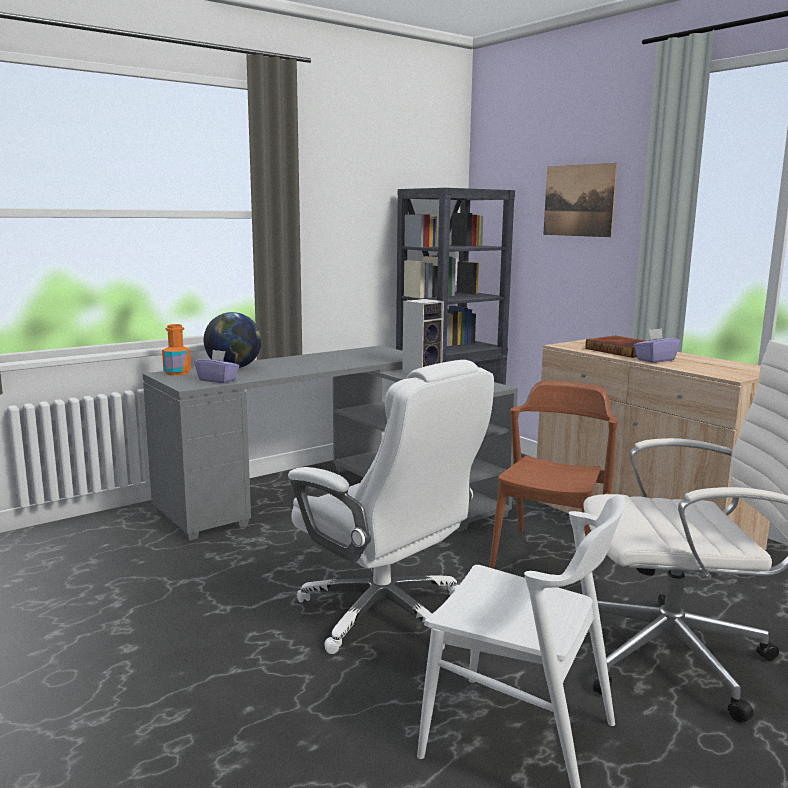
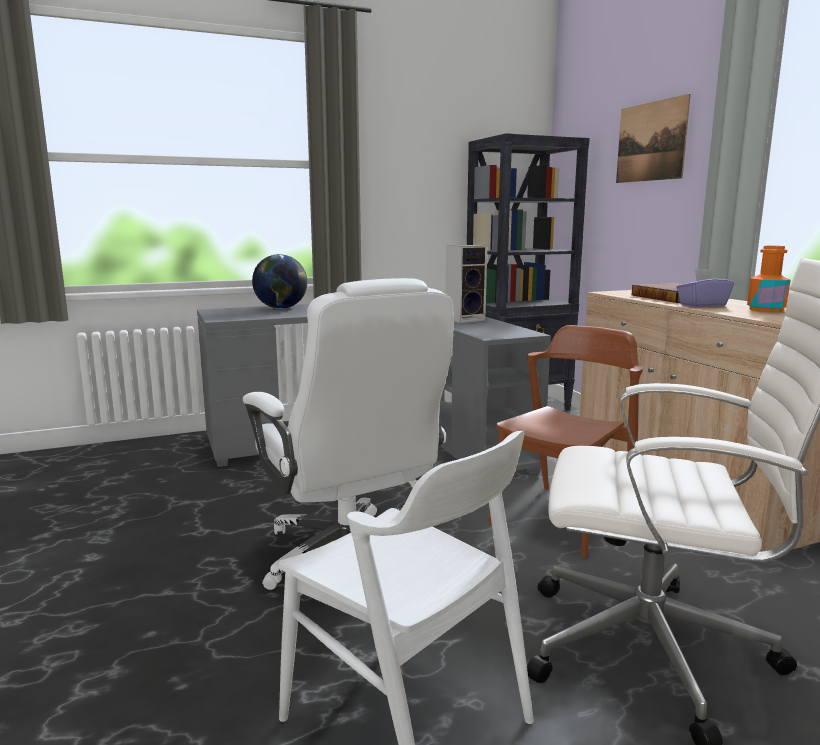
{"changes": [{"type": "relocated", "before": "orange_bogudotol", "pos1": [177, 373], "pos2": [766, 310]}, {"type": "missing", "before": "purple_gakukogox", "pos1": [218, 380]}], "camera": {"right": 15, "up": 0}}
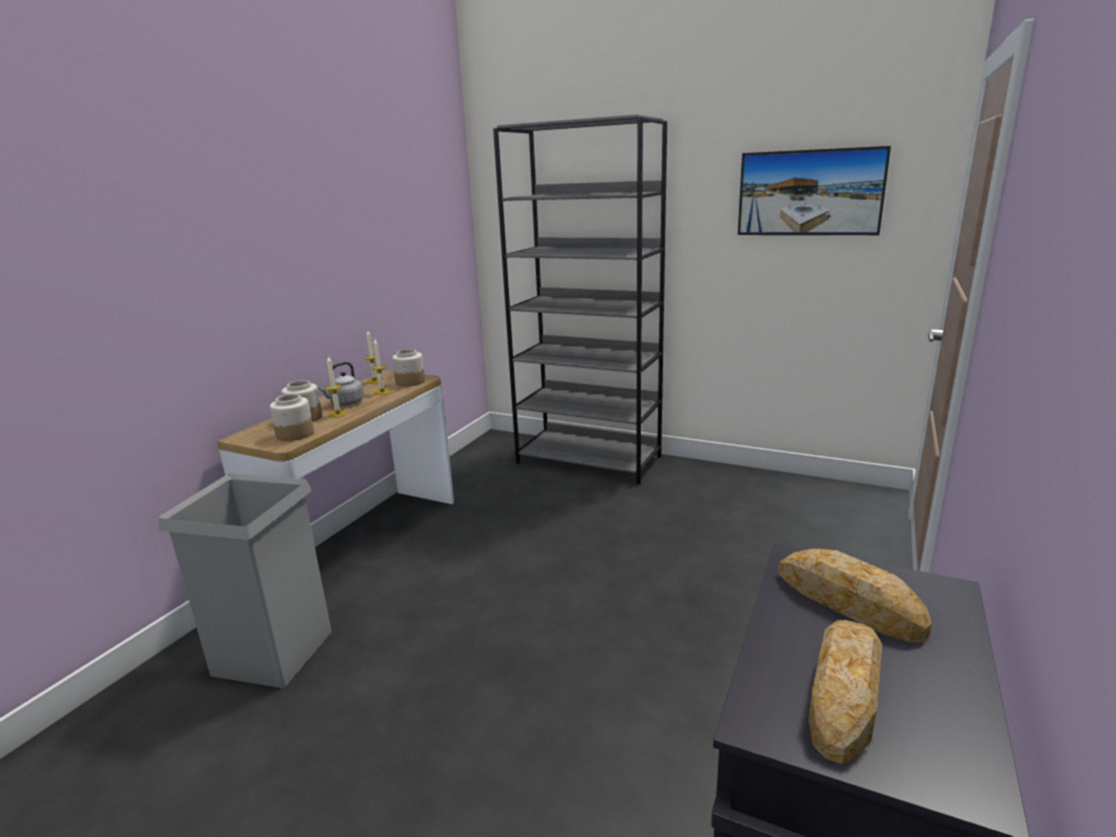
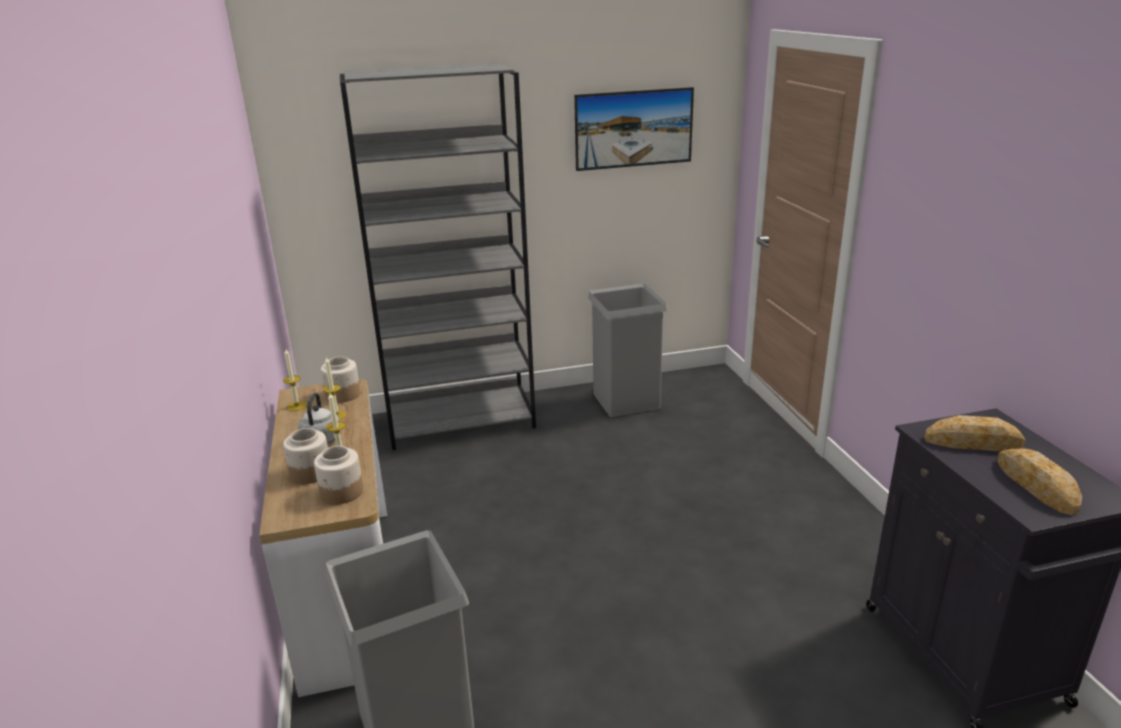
{"changes": [{"type": "appeared", "after": "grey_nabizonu", "pos2": [626, 400]}], "camera": {"right": -40, "up": 5}}
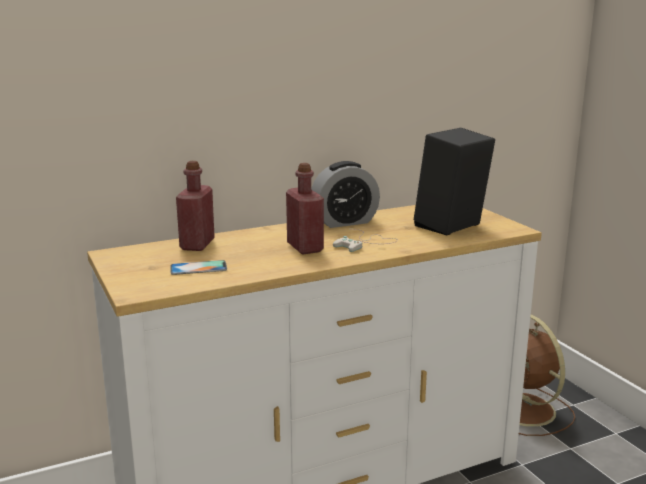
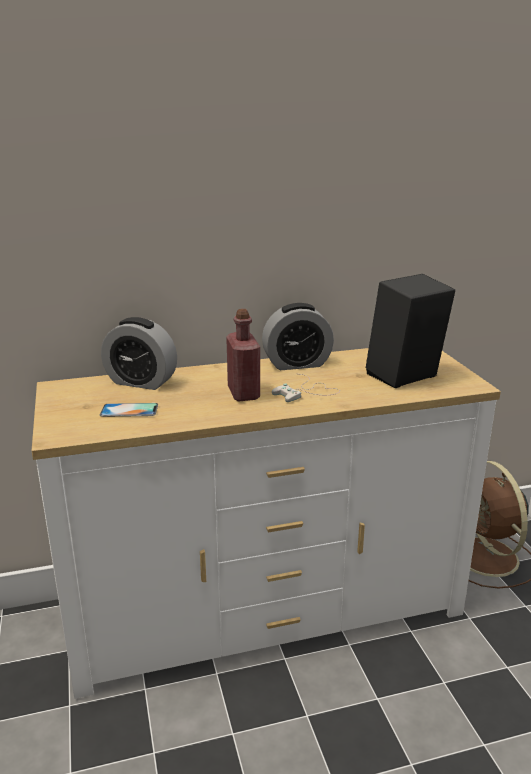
{"changes": [{"type": "exchanged", "before": "red_bogudotol", "after": "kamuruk", "pos1": [197, 245], "pos2": [141, 382]}], "camera": {"right": 10, "up": 5}}
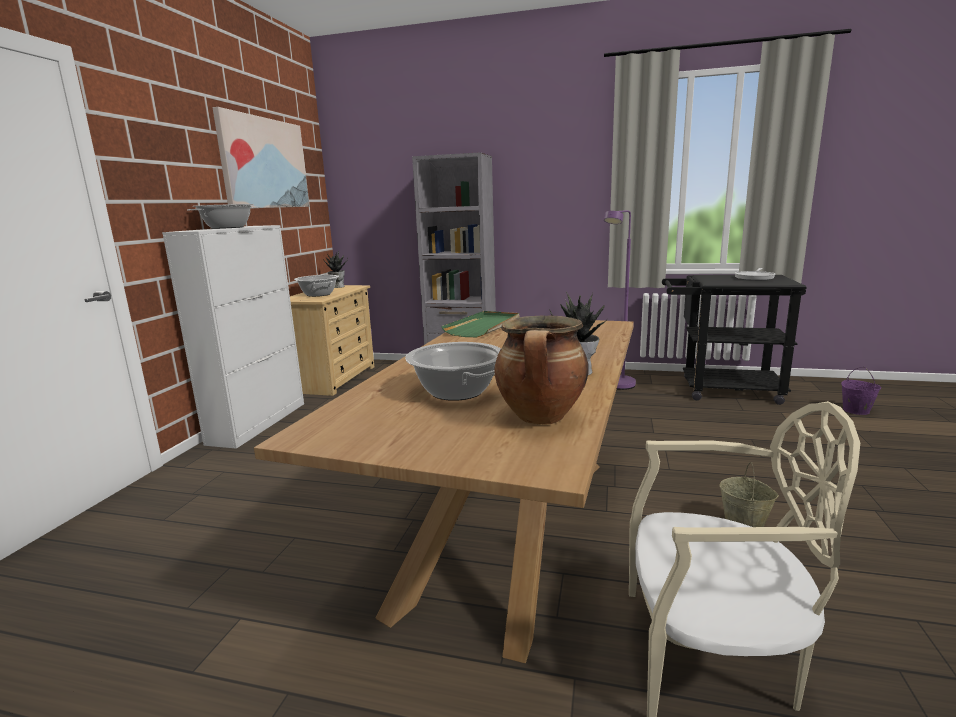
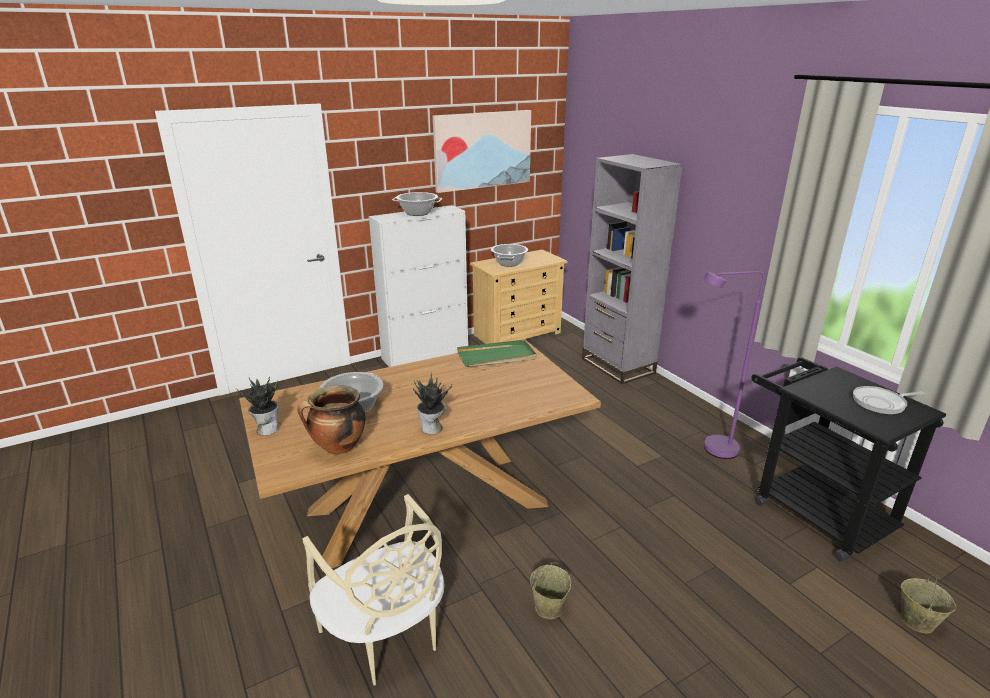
{"changes": [{"type": "relocated", "before": "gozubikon", "pos1": [337, 287], "pos2": [267, 429]}, {"type": "colour", "before": "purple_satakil", "after": "beige_satakil", "pos1": [855, 410], "pos2": [916, 621]}], "camera": {"right": 45, "up": 10}}
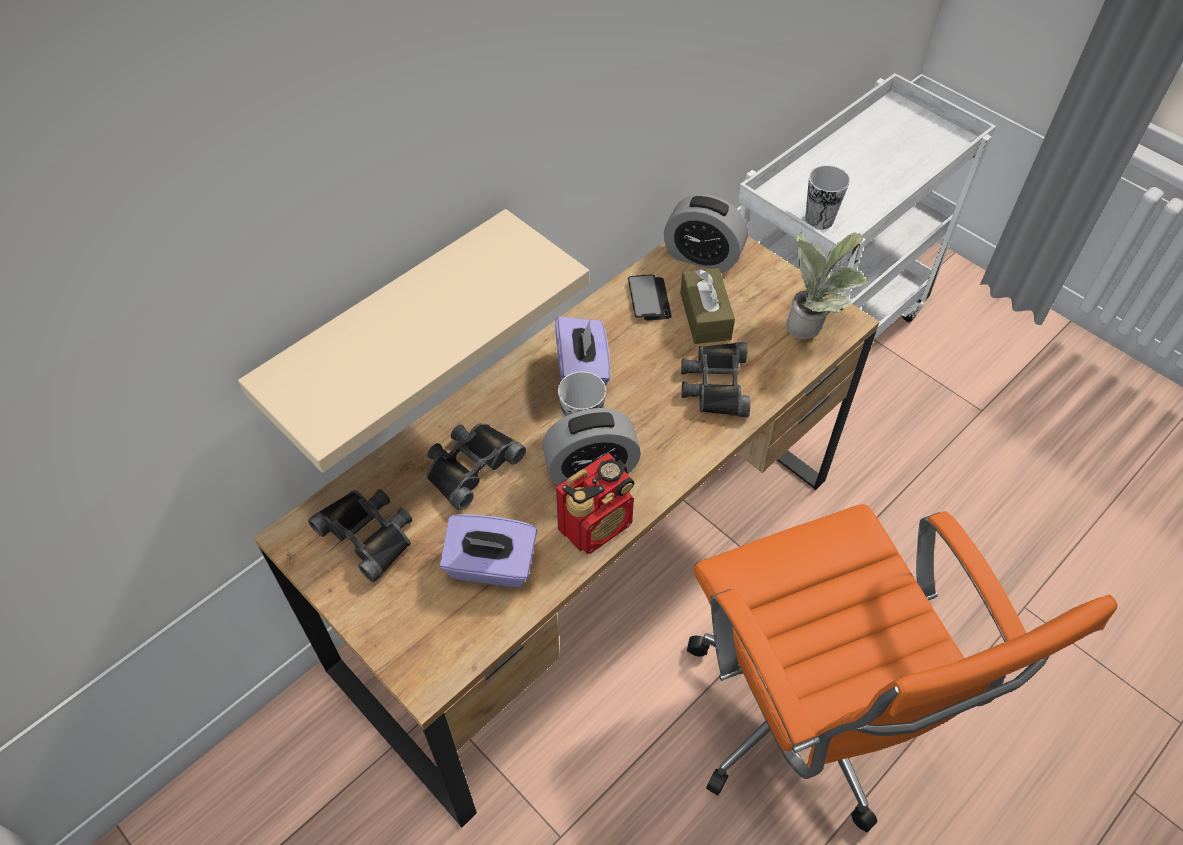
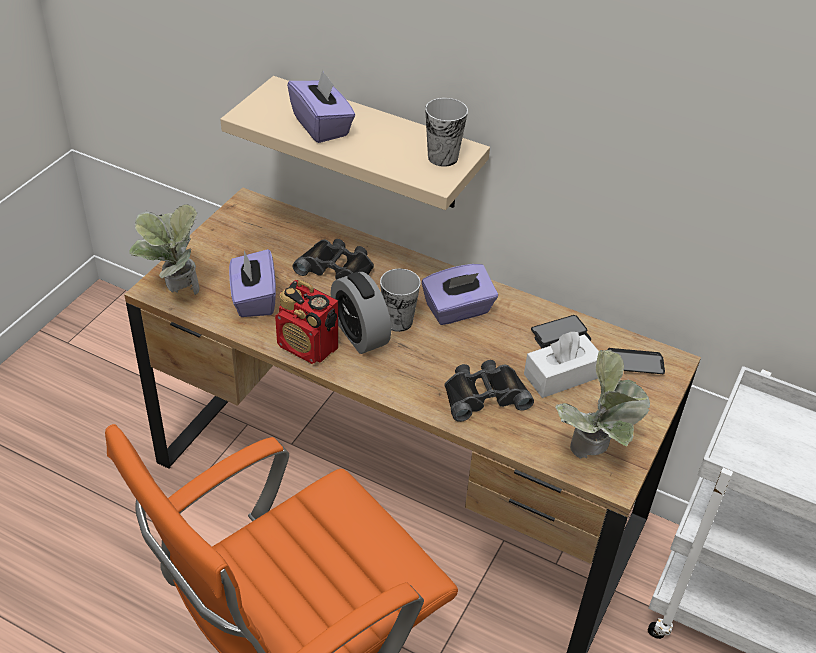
{"changes": [{"type": "relocated", "before": "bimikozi", "pos1": [819, 219], "pos2": [442, 157]}, {"type": "exchanged", "before": "kamuruk", "after": "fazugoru", "pos1": [702, 257], "pos2": [635, 362]}, {"type": "colour", "before": "brown_gakukogox", "after": "white_gakukogox", "pos1": [705, 316], "pos2": [561, 376]}, {"type": "missing", "before": "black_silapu", "pos1": [369, 533]}, {"type": "appeared", "after": "purple_gakukogox", "pos2": [321, 126]}, {"type": "appeared", "after": "gozubikon", "pos2": [175, 292]}], "camera": {"right": 70, "up": -10}}
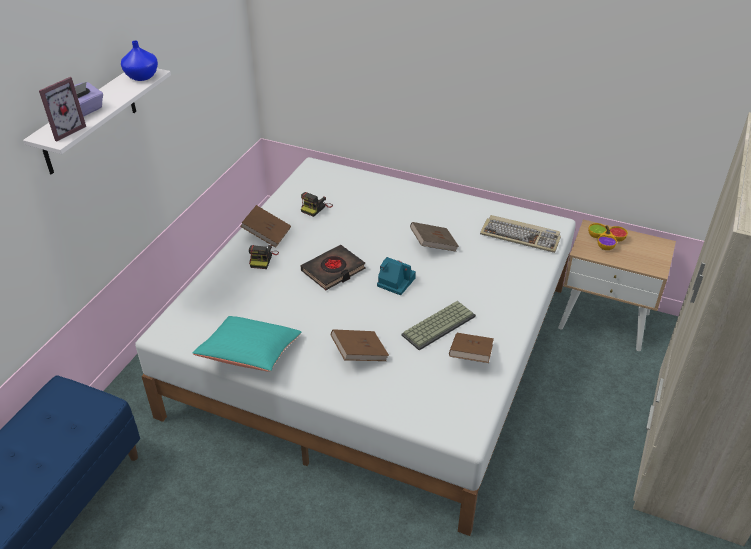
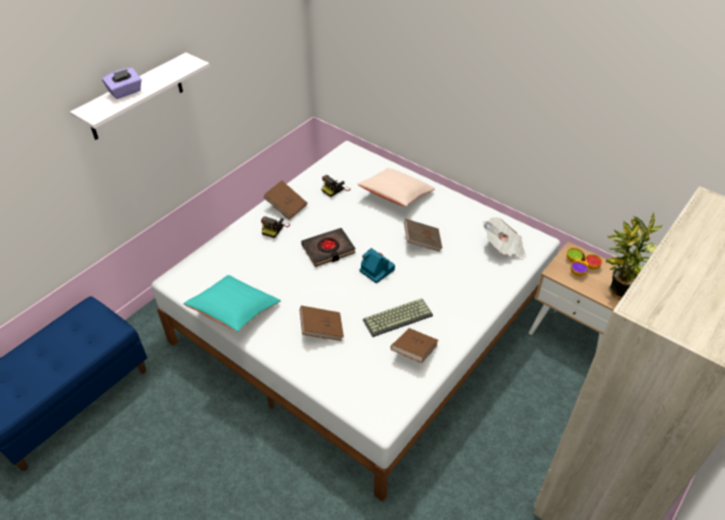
{"changes": [{"type": "missing", "before": "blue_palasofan", "pos1": [142, 76]}, {"type": "missing", "before": "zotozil", "pos1": [65, 131]}, {"type": "exchanged", "before": "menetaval", "after": "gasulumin", "pos1": [521, 236], "pos2": [503, 247]}, {"type": "appeared", "after": "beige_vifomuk", "pos2": [396, 195]}, {"type": "appeared", "after": "gozubikon", "pos2": [617, 292]}], "camera": {"right": 15, "up": 5}}
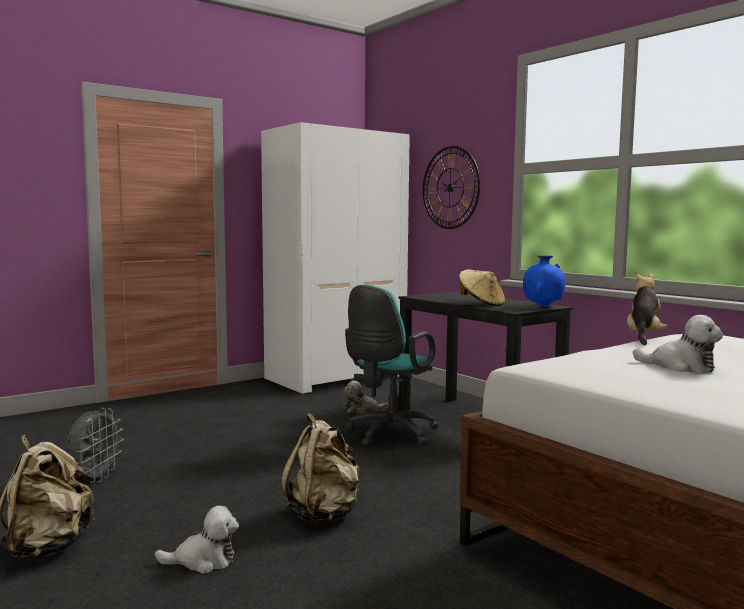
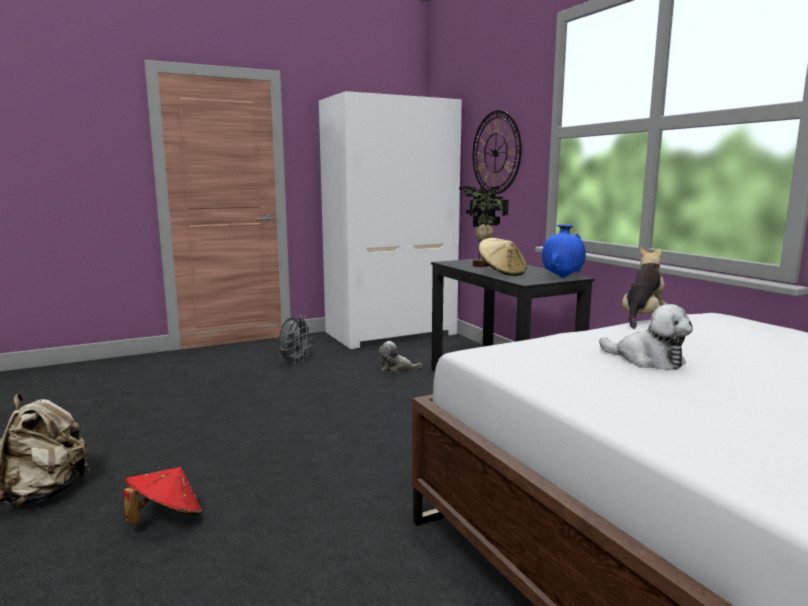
{"changes": [{"type": "missing", "before": "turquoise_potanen", "pos1": [388, 435]}, {"type": "relocated", "before": "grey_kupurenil", "pos1": [94, 479], "pos2": [295, 361]}, {"type": "missing", "before": "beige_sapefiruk", "pos1": [324, 514]}, {"type": "exchanged", "before": "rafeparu", "after": "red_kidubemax", "pos1": [203, 560], "pos2": [166, 519]}, {"type": "appeared", "after": "gozubikon", "pos2": [482, 265]}], "camera": {"right": 10, "up": 5}}
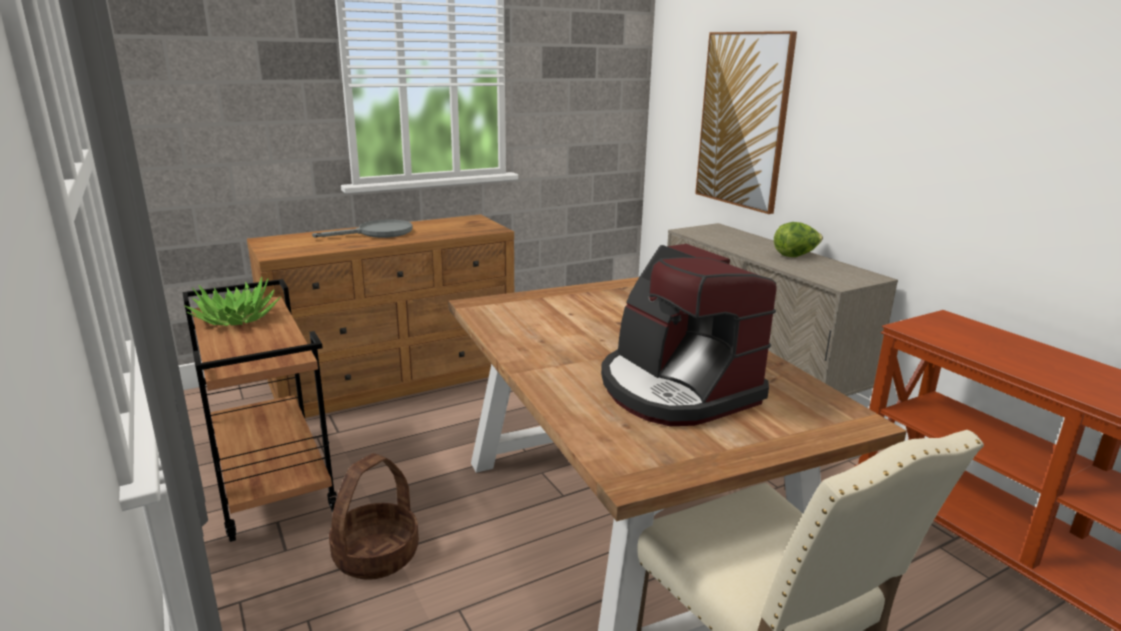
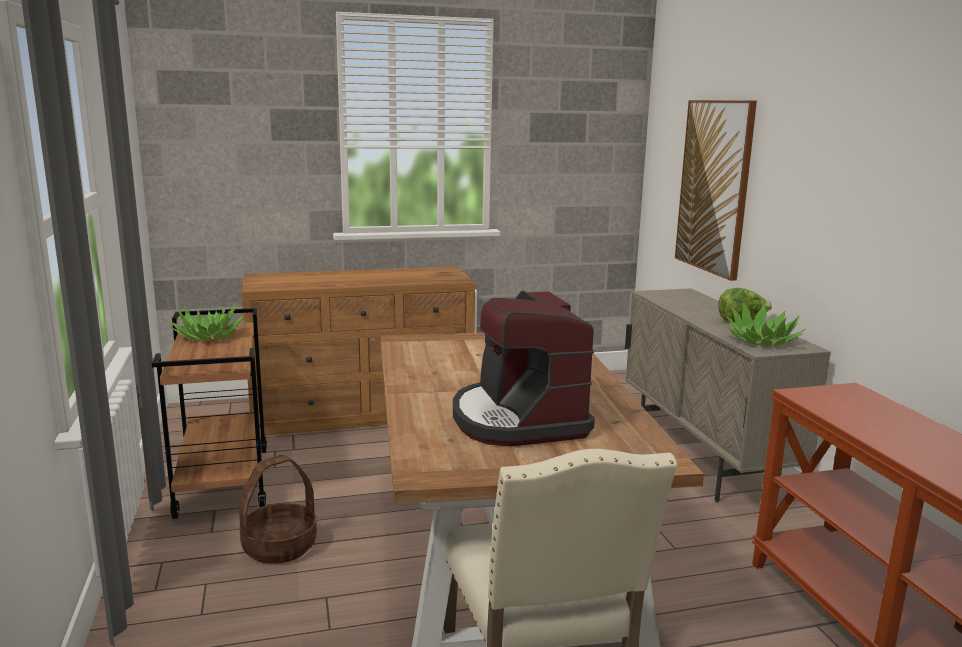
{"changes": [{"type": "missing", "before": "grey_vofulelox", "pos1": [378, 233]}, {"type": "appeared", "after": "gozubikon", "pos2": [761, 341]}], "camera": {"right": 15, "up": -5}}
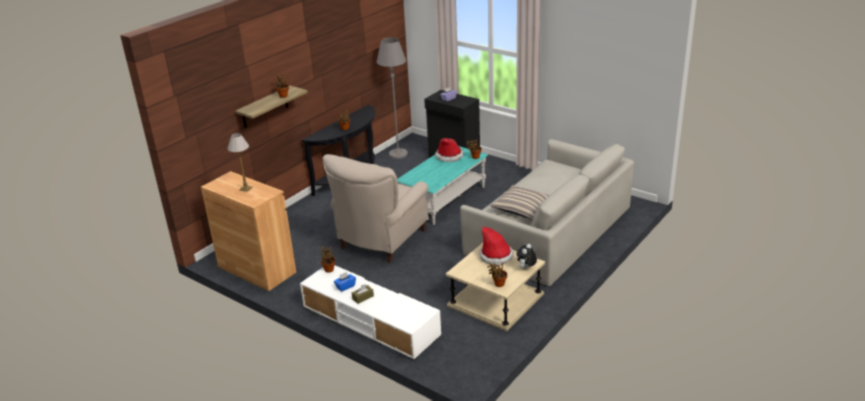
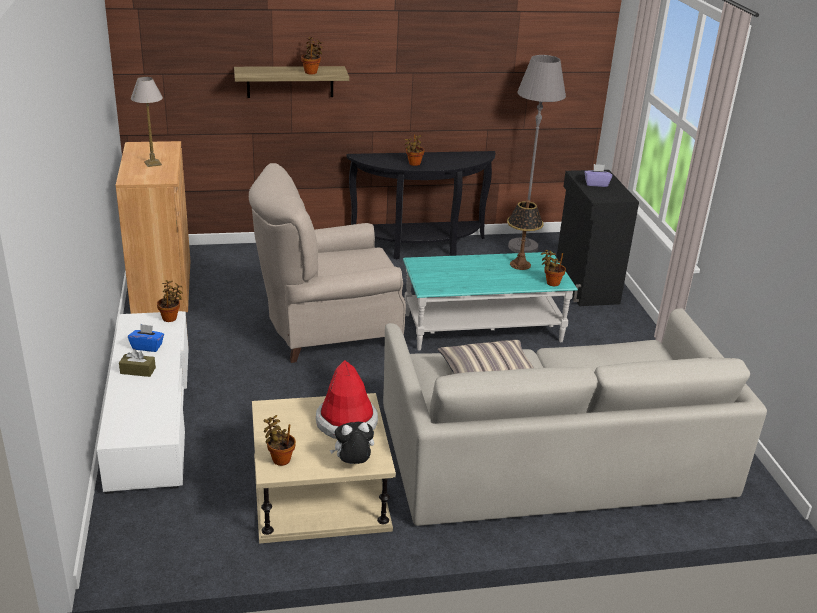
{"changes": [{"type": "exchanged", "before": "kidubemax", "after": "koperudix", "pos1": [449, 156], "pos2": [520, 265]}], "camera": {"right": 40, "up": 0}}
